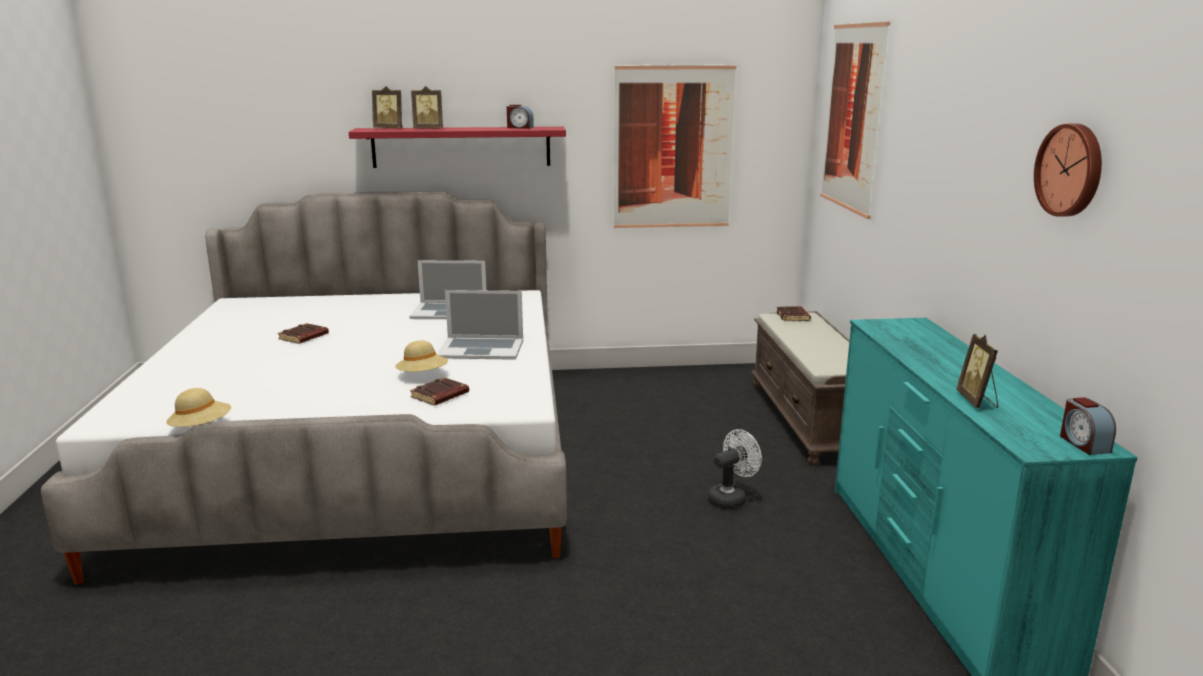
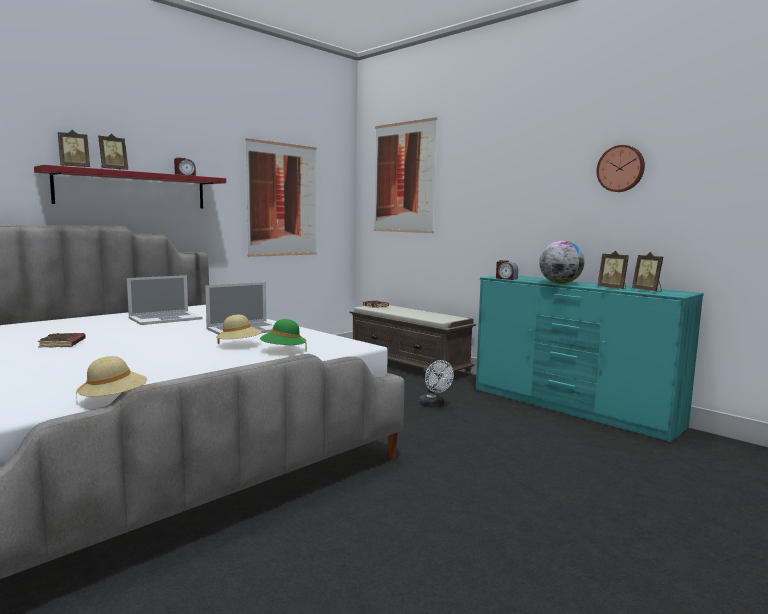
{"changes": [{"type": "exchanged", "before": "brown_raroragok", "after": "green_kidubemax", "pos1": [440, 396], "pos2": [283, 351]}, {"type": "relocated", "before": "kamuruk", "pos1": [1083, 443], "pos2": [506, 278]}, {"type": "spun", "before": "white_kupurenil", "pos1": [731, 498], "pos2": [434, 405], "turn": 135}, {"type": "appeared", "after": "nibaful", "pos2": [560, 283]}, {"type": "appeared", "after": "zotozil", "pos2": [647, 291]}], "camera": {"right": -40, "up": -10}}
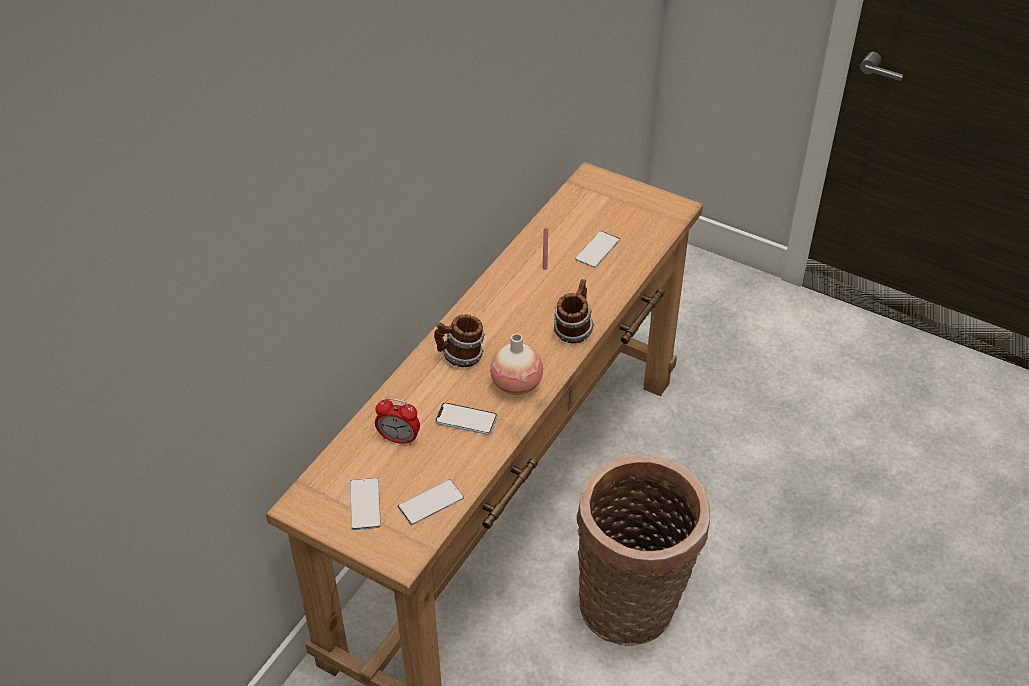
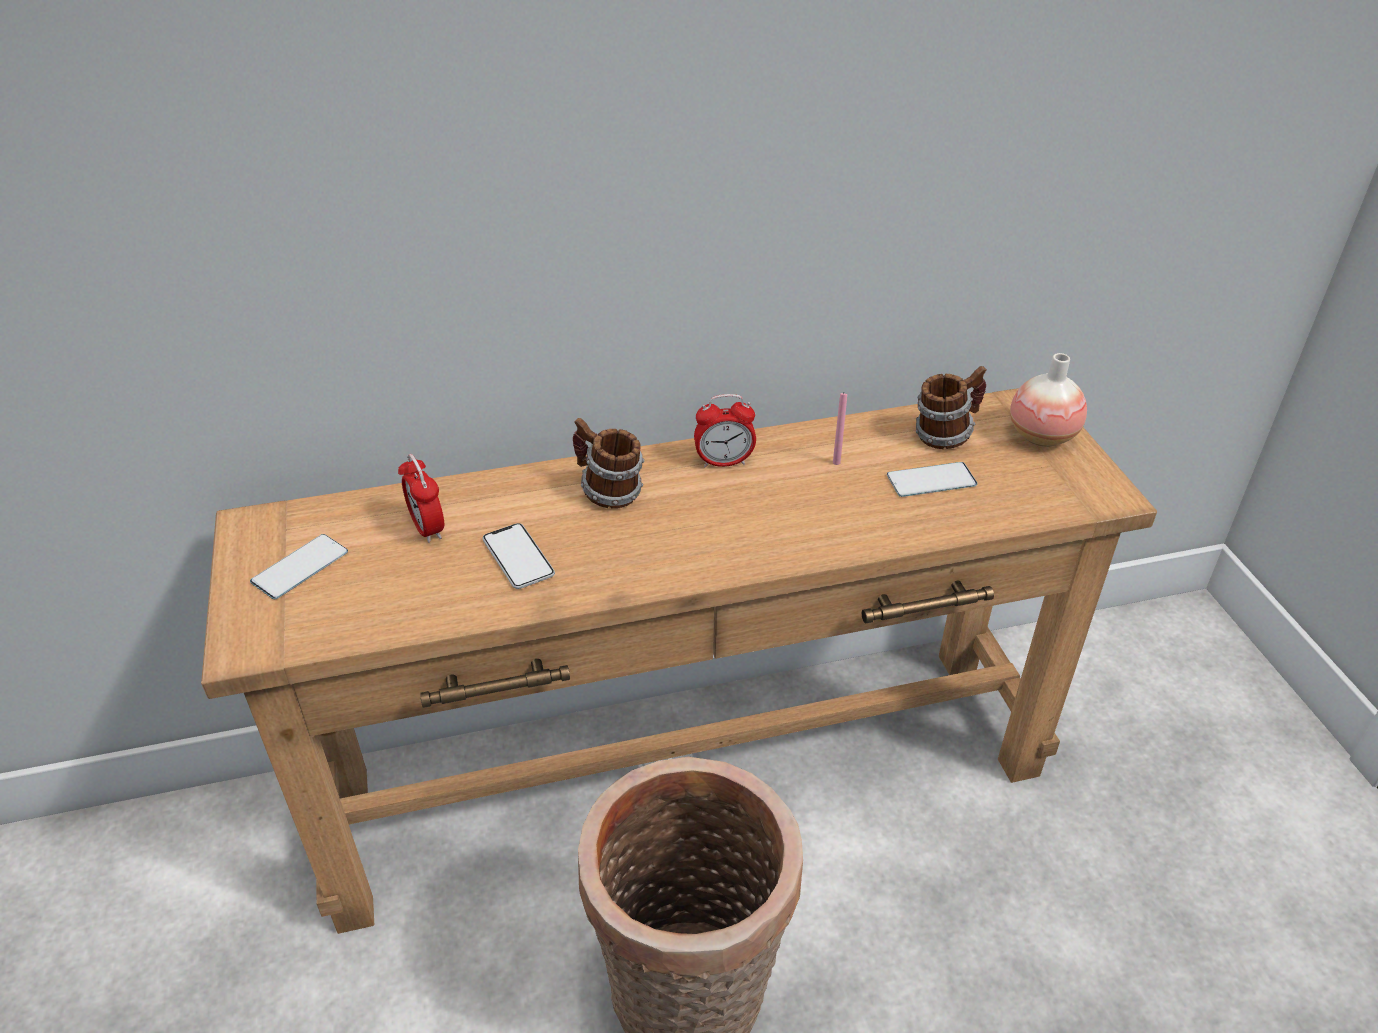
{"changes": [{"type": "relocated", "before": "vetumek", "pos1": [573, 330], "pos2": [945, 435]}, {"type": "relocated", "before": "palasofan", "pos1": [516, 384], "pos2": [1042, 436]}, {"type": "missing", "before": "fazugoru", "pos1": [430, 502]}, {"type": "appeared", "after": "kamuruk", "pos2": [724, 462]}], "camera": {"right": 45, "up": -5}}
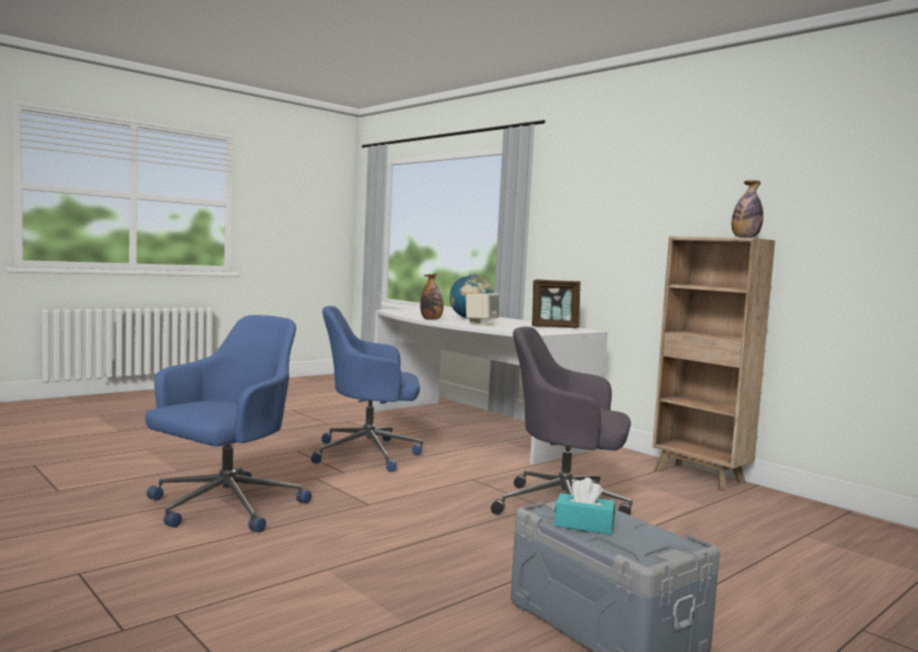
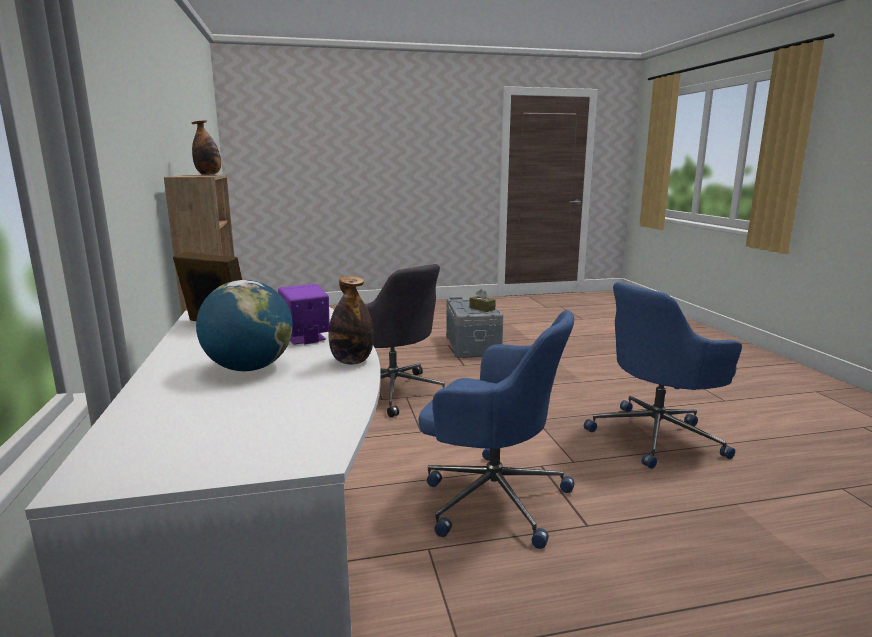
{"changes": [{"type": "colour", "before": "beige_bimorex", "after": "purple_bimorex", "pos1": [481, 324], "pos2": [305, 338]}, {"type": "colour", "before": "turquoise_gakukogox", "after": "brown_gakukogox", "pos1": [584, 525], "pos2": [482, 308]}], "camera": {"right": -150, "up": 10}}
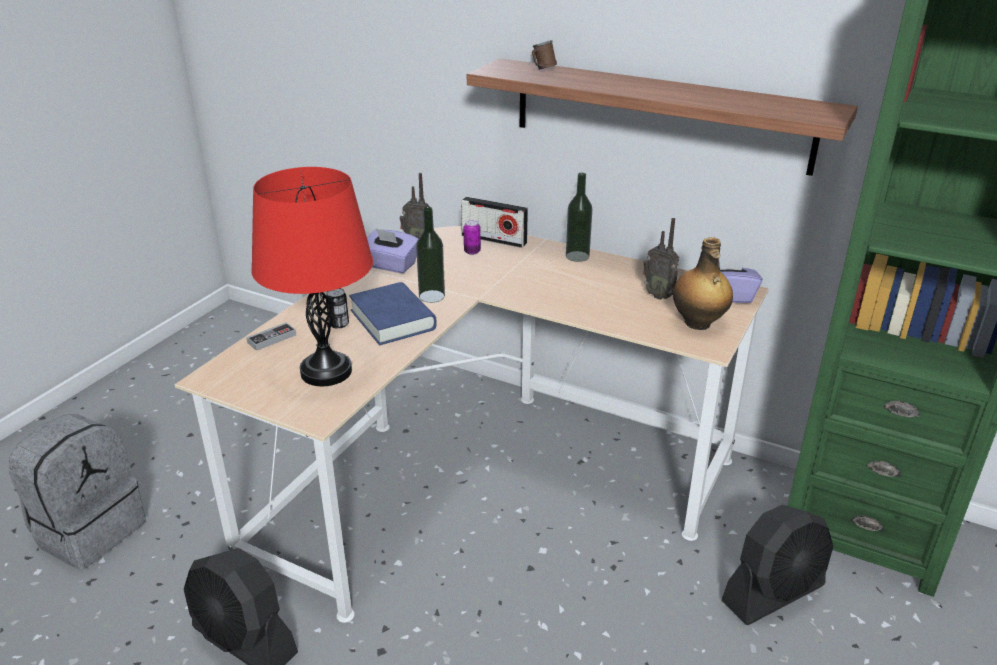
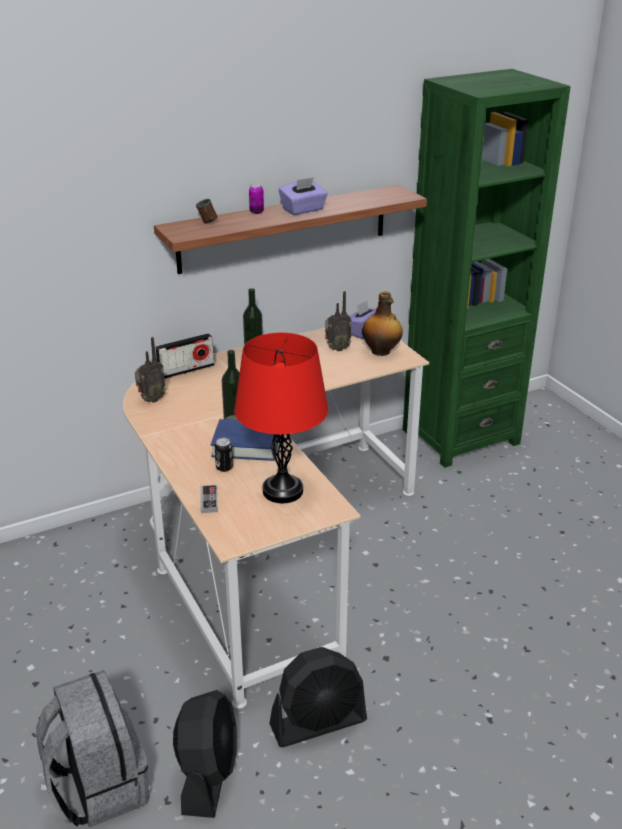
{"changes": [{"type": "relocated", "before": "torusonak", "pos1": [472, 252], "pos2": [256, 212]}, {"type": "relocated", "before": "purple_gakukogox", "pos1": [390, 265], "pos2": [303, 210]}, {"type": "relocated", "before": "black_kupurenil", "pos1": [774, 593], "pos2": [208, 774]}], "camera": {"right": -55, "up": 0}}
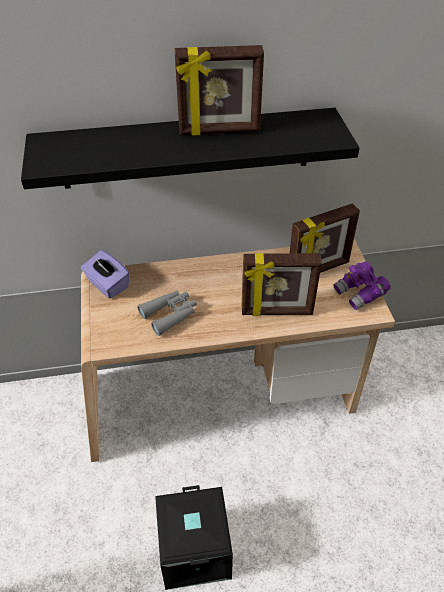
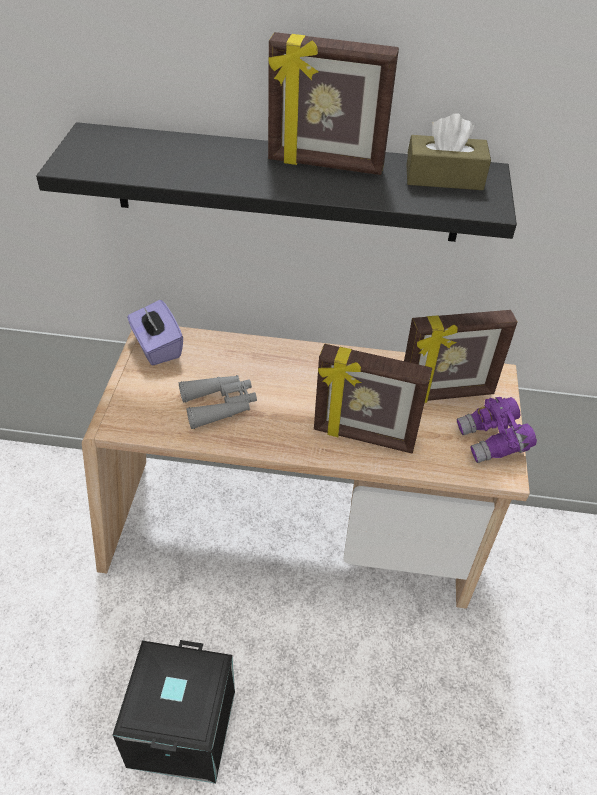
{"changes": [{"type": "appeared", "after": "brown_gakukogox", "pos2": [444, 177]}], "camera": {"right": 15, "up": 0}}
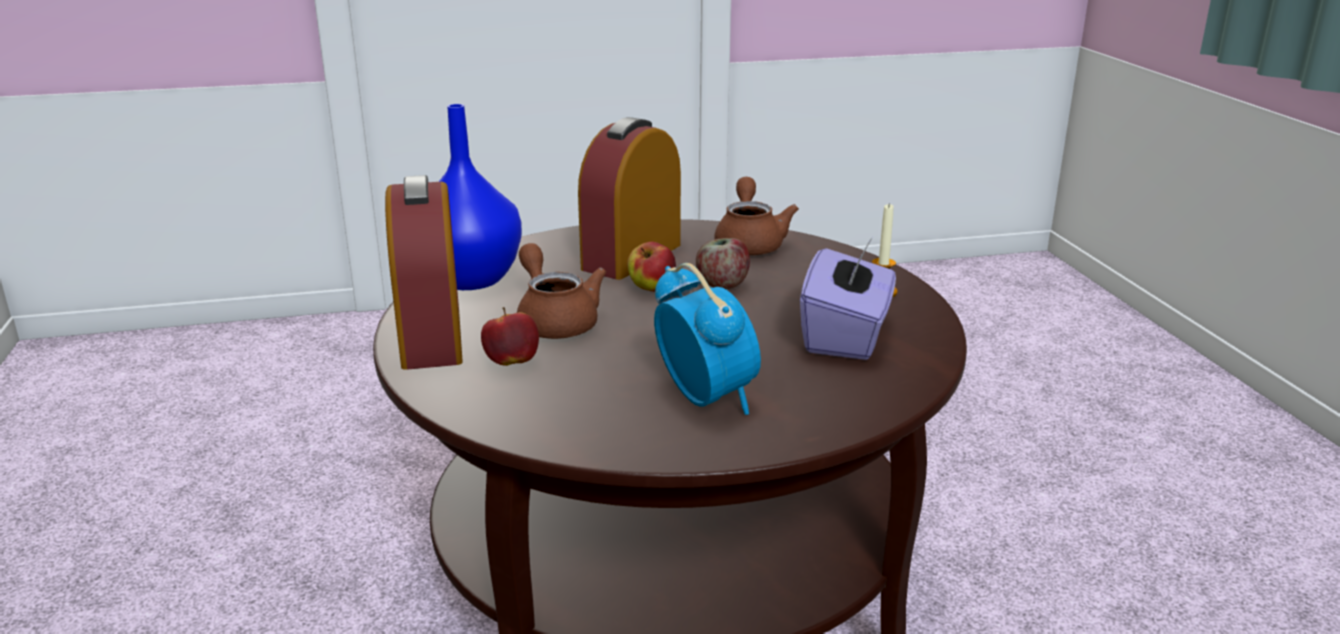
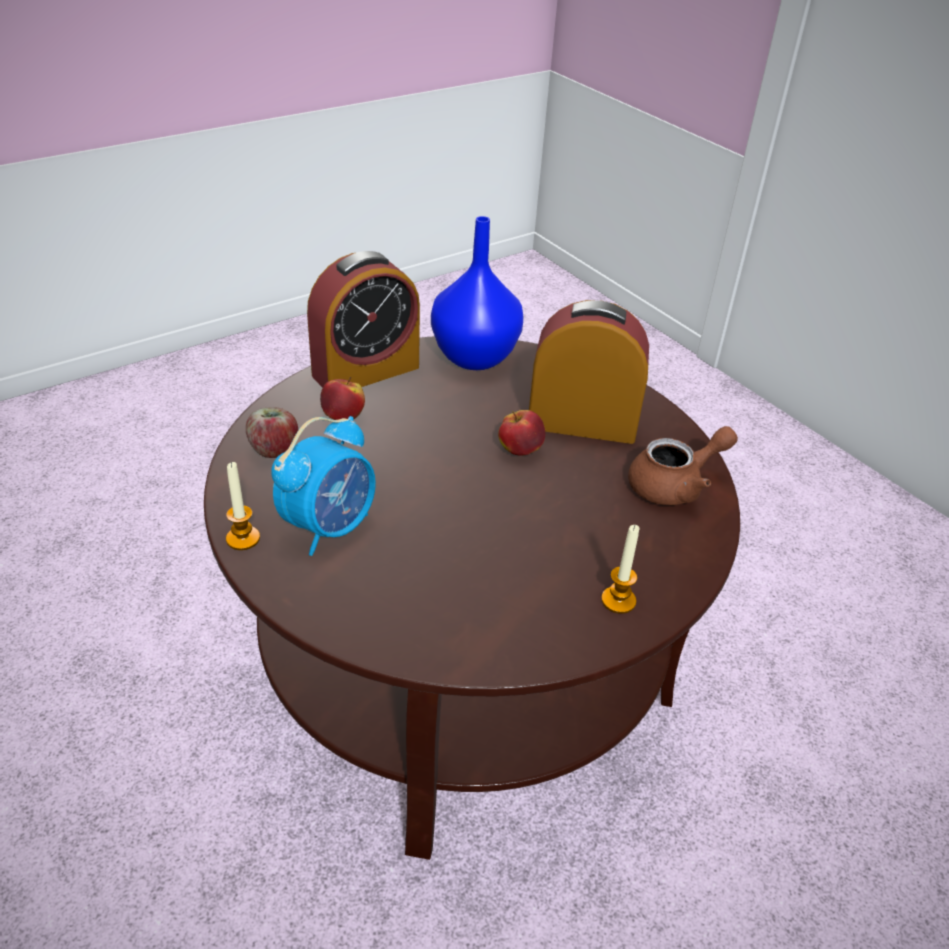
{"changes": [{"type": "relocated", "before": "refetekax", "pos1": [722, 284], "pos2": [274, 450]}, {"type": "missing", "before": "purple_gakukogox", "pos1": [846, 336]}, {"type": "missing", "before": "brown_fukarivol", "pos1": [555, 321]}, {"type": "appeared", "after": "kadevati", "pos2": [243, 538]}], "camera": {"right": 65, "up": 15}}
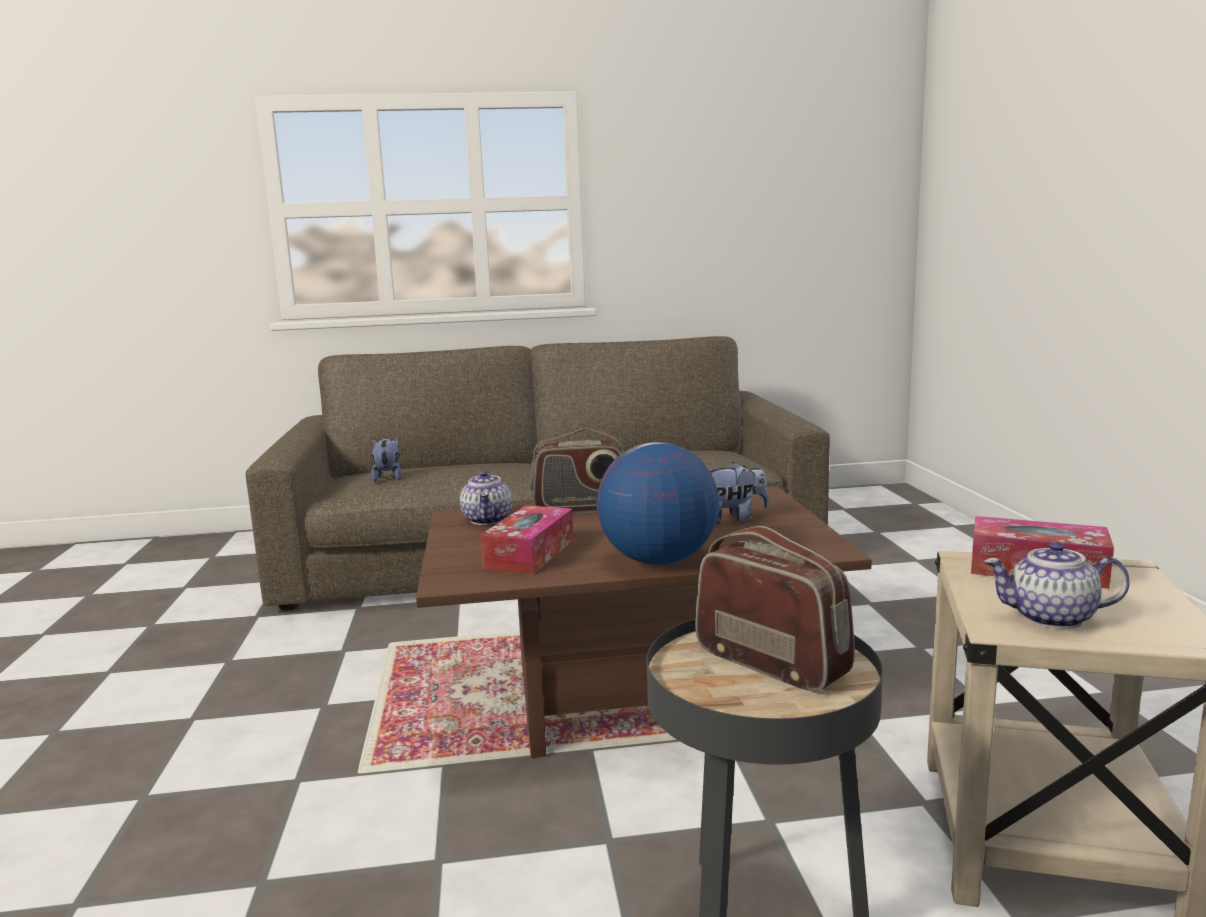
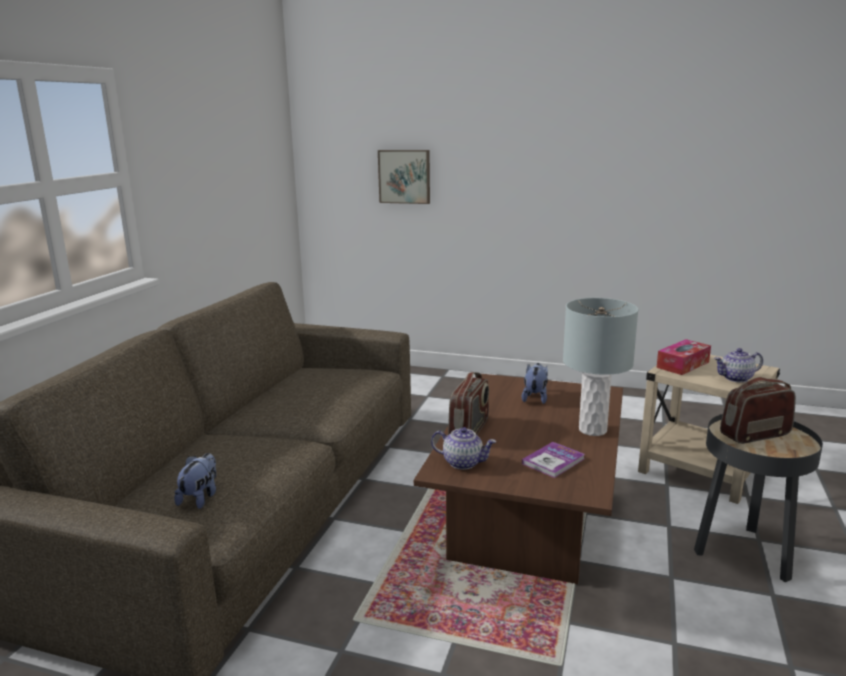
{"changes": [{"type": "spun", "before": "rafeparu", "pos1": [388, 478], "pos2": [200, 498], "turn": 90}, {"type": "exchanged", "before": "nibaful", "after": "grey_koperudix", "pos1": [658, 560], "pos2": [593, 430]}, {"type": "exchanged", "before": "gakukogox", "after": "raroragok", "pos1": [530, 554], "pos2": [553, 461]}, {"type": "spun", "before": "fukarivol", "pos1": [1051, 618], "pos2": [736, 378], "turn": 45}, {"type": "appeared", "after": "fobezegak", "pos2": [405, 176]}], "camera": {"right": -65, "up": 5}}
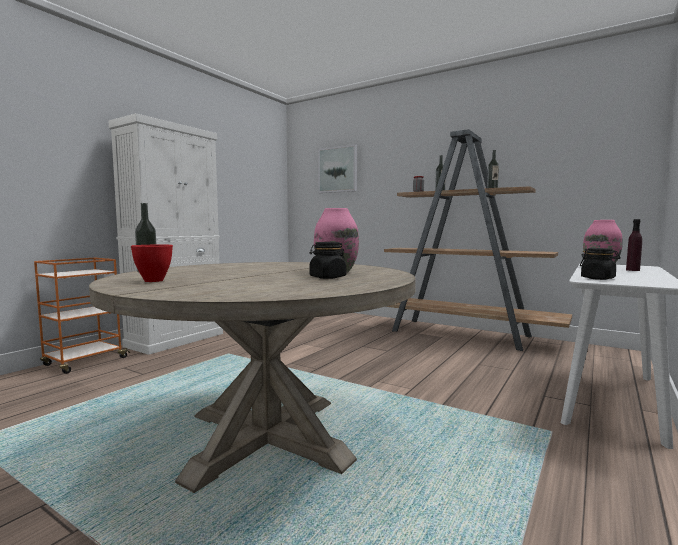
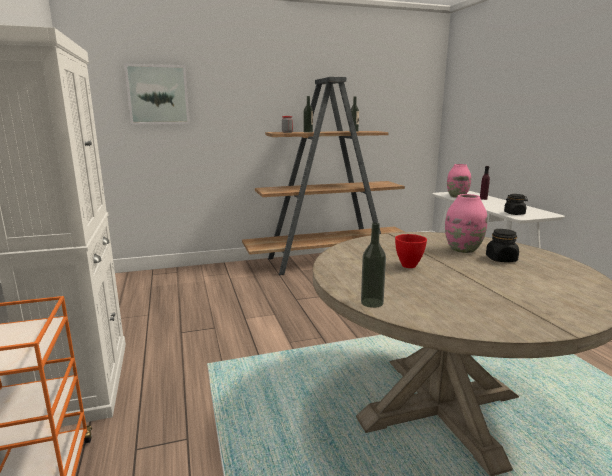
{"changes": [{"type": "relocated", "before": "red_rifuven", "pos1": [154, 281], "pos2": [409, 265]}], "camera": {"right": -50, "up": 10}}
